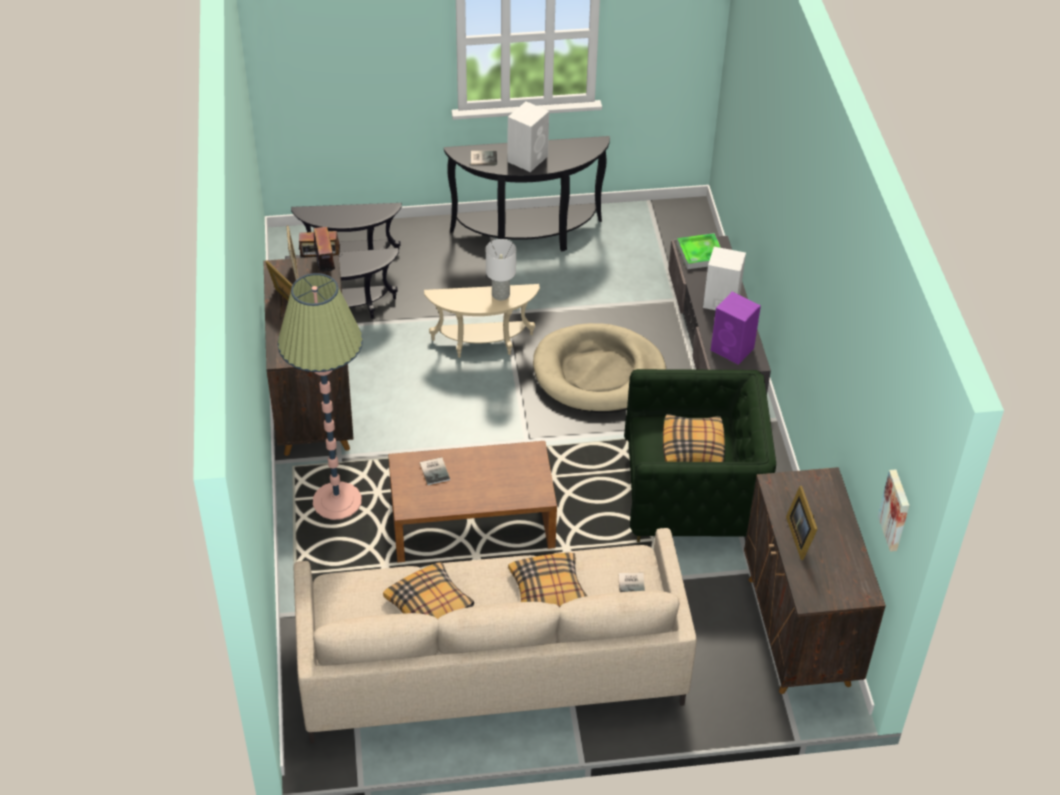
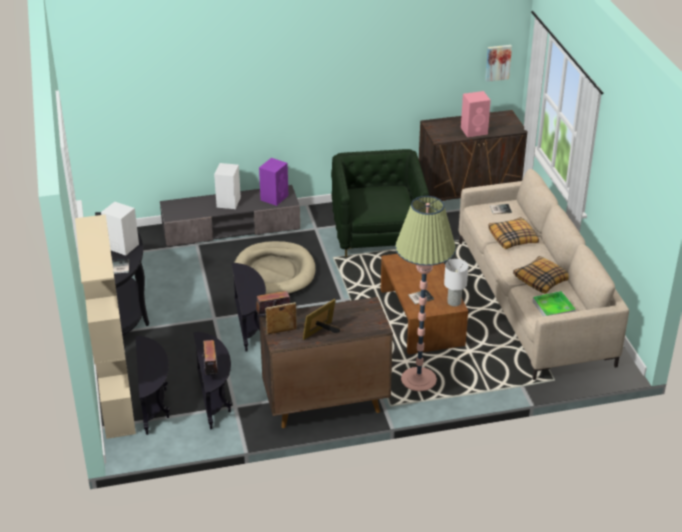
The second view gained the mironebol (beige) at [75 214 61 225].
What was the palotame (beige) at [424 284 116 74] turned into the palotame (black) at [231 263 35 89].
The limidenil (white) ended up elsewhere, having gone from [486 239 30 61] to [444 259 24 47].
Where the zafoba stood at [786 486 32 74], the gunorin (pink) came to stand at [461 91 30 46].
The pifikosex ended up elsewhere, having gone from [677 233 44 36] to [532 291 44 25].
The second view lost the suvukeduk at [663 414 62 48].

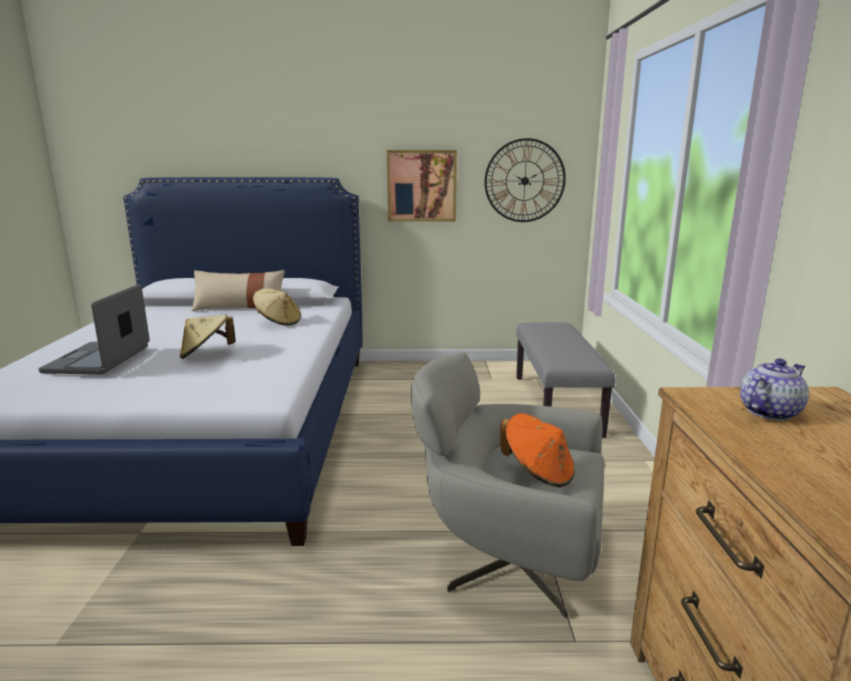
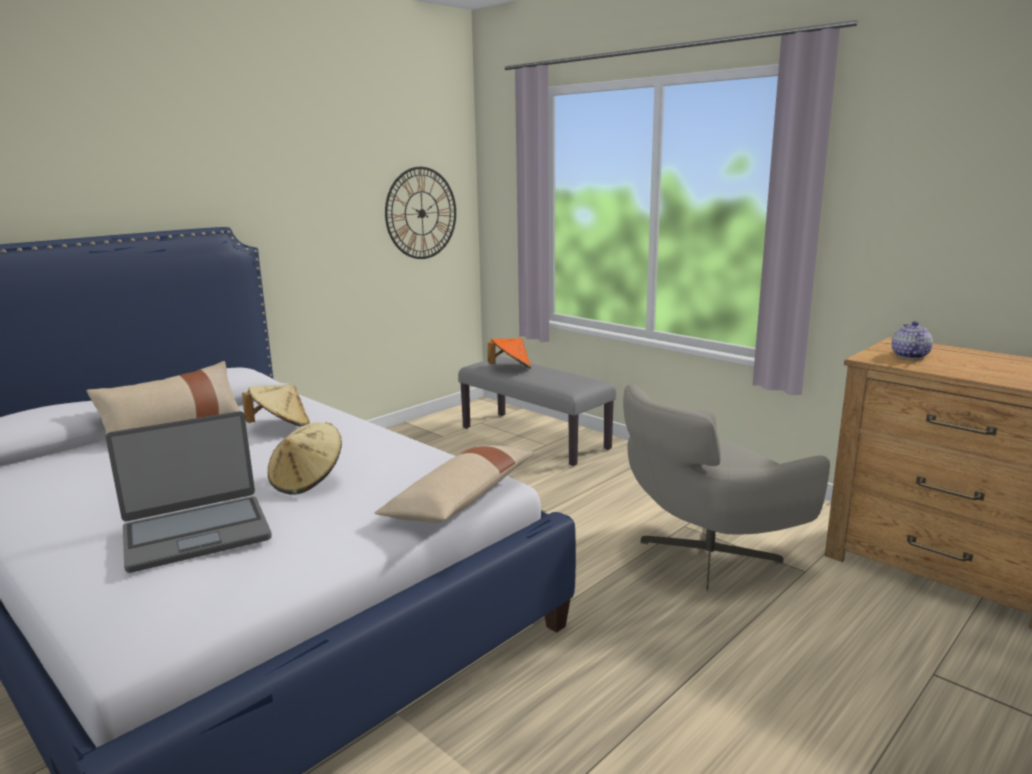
The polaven at [39 284 111 90] ended up facing another way, 75 degrees counterclockwise from before.
The second view gained the suvukeduk (beige) at [375 446 160 77].
The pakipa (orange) ended up elsewhere, having gone from [500 413 75 74] to [488 338 43 31].
The second view lost the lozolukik at [387 150 70 72].

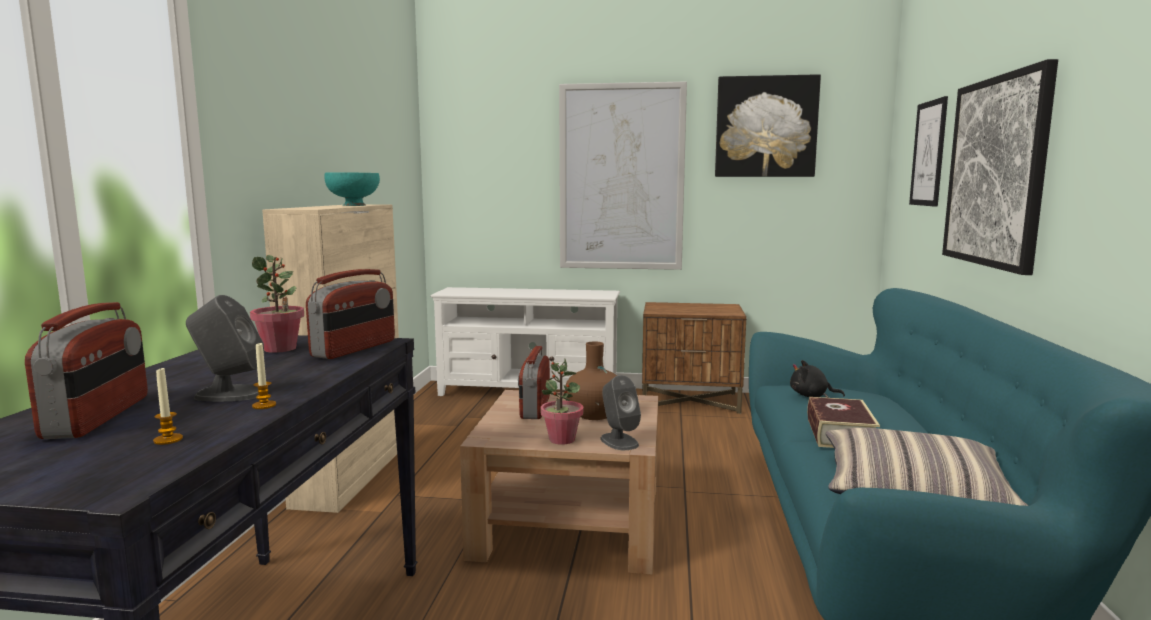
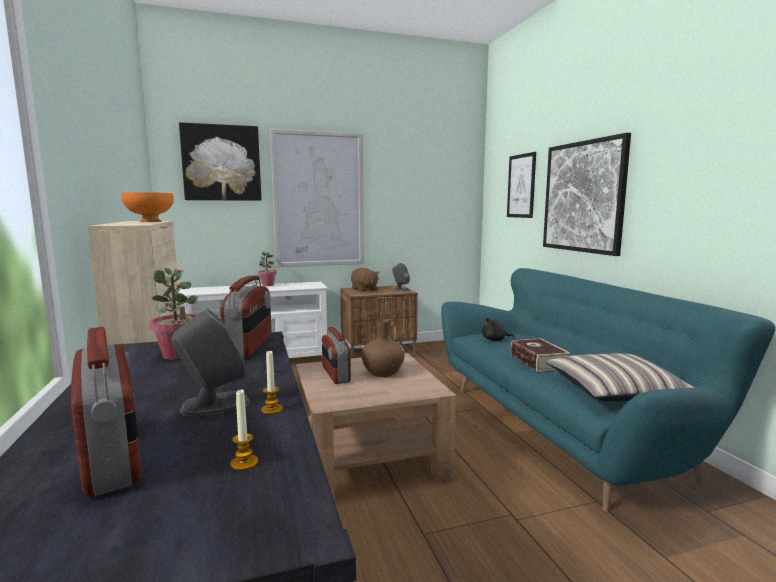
What was the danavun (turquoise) at [324 172 56 34] turned into the danavun (orange) at [121 192 53 30].
The lozolukik ended up elsewhere, having gone from [715 74 106 103] to [179 122 82 79].
The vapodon ended up elsewhere, having gone from [540 359 44 86] to [258 252 19 34].
The second view gained the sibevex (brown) at [351 268 28 24].
The gunorin (grey) ended up elsewhere, having gone from [600 375 41 75] to [392 263 18 29].

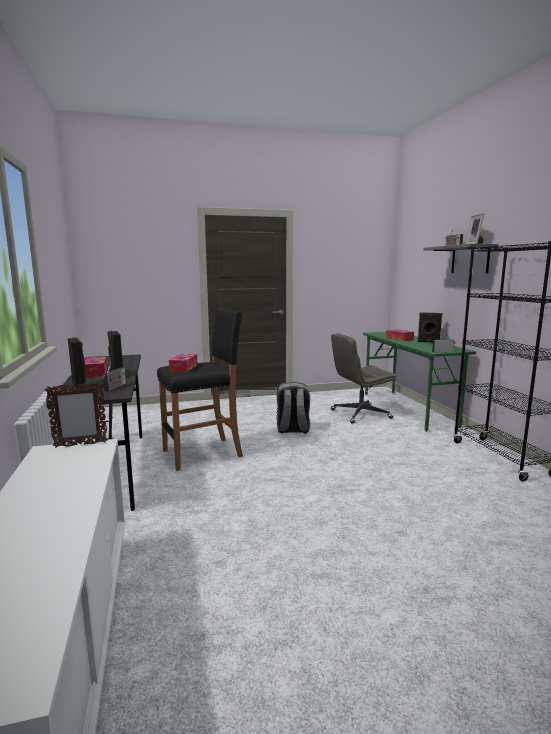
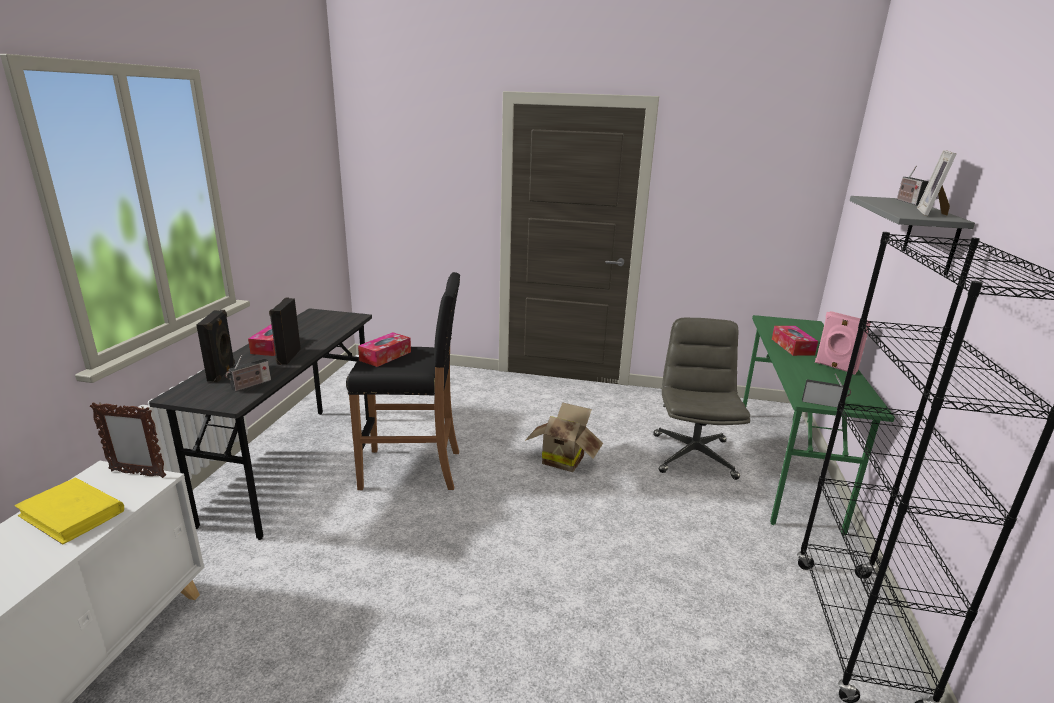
The second view gained the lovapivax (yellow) at [14 478 110 67].
Where the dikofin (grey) stood at [276 381 34 53], the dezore came to stand at [525 402 78 70].
The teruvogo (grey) at [331 333 66 91] ended up facing another way, 90 degrees clockwise from before.
What was the gunorin (black) at [418 312 24 31] turned into the gunorin (pink) at [815 311 56 64].

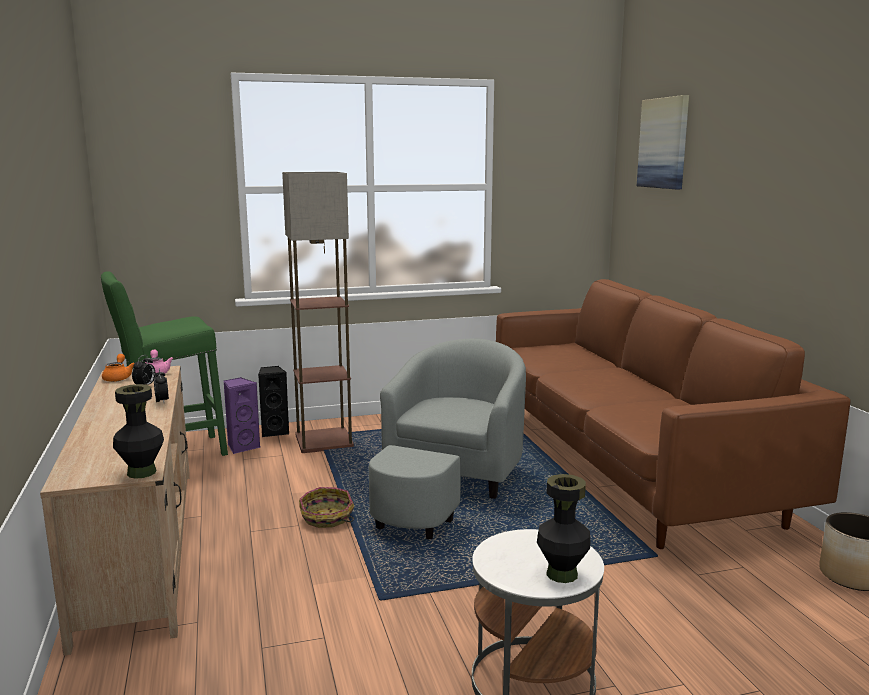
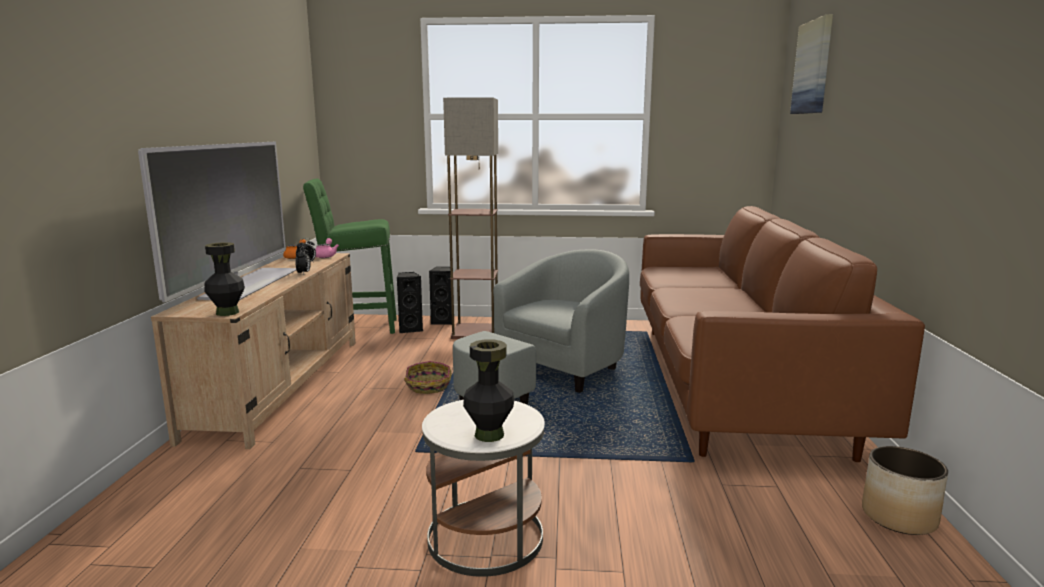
The second view gained the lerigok at [138 142 158 161].
What was the gunorin (purple) at [224 377 36 77] turned into the gunorin (black) at [397 272 26 61].

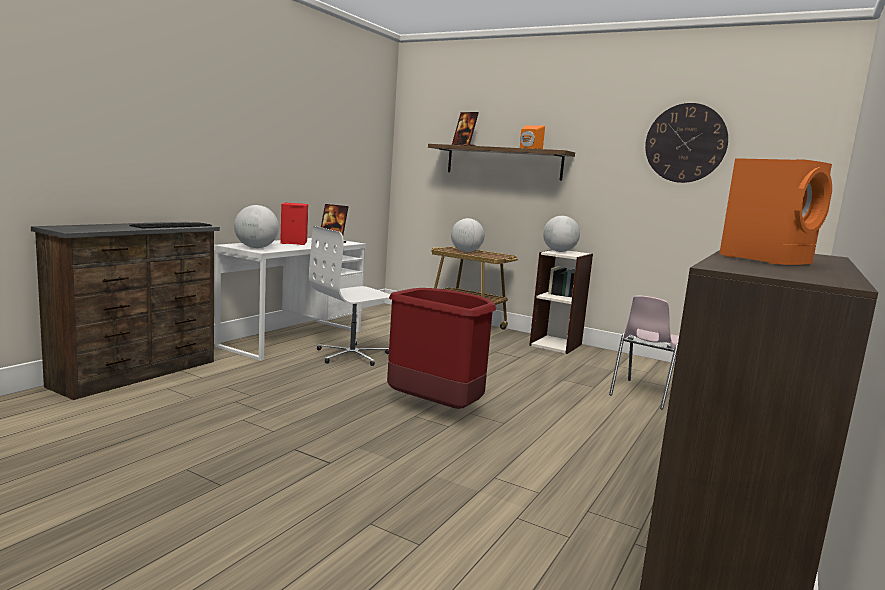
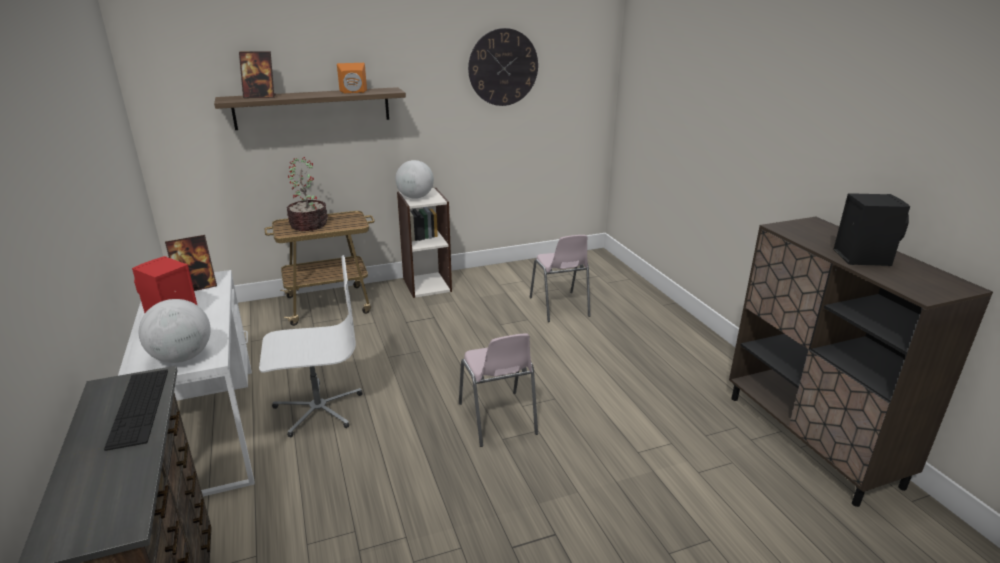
The teruvogo (white) at [309 226 81 140] ended up facing another way, 105 degrees counterclockwise from before.
Where the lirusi stood at [451 218 33 34], the vapodon came to stand at [287 157 41 74].
Where the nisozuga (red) stood at [387 288 109 121], the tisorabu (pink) came to stand at [459 333 79 114].
What was the gunorin (orange) at [719 158 113 107] turned into the gunorin (black) at [833 193 77 73].

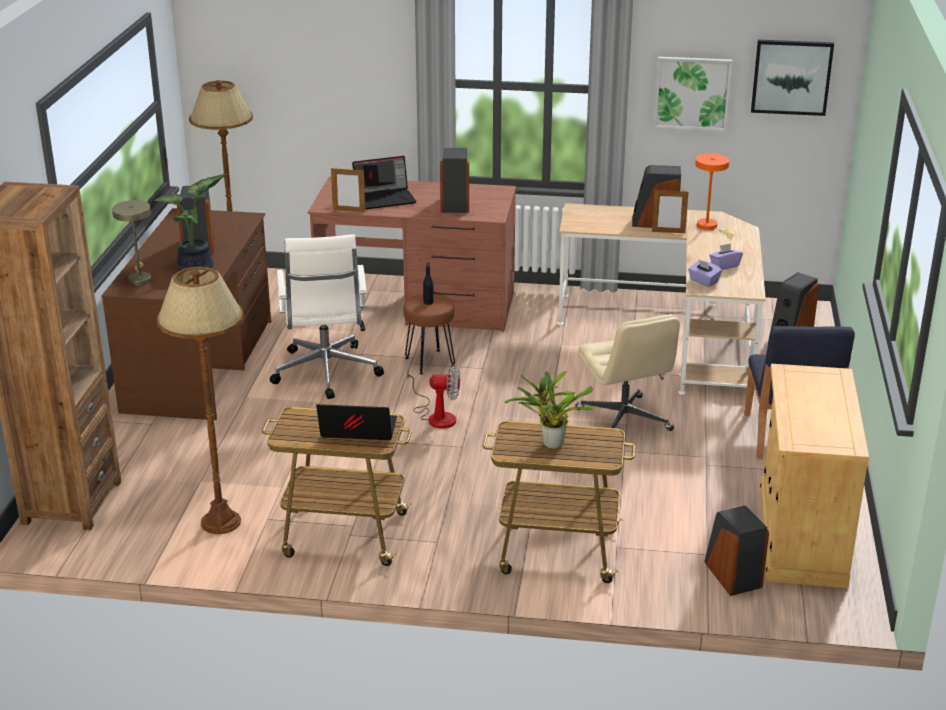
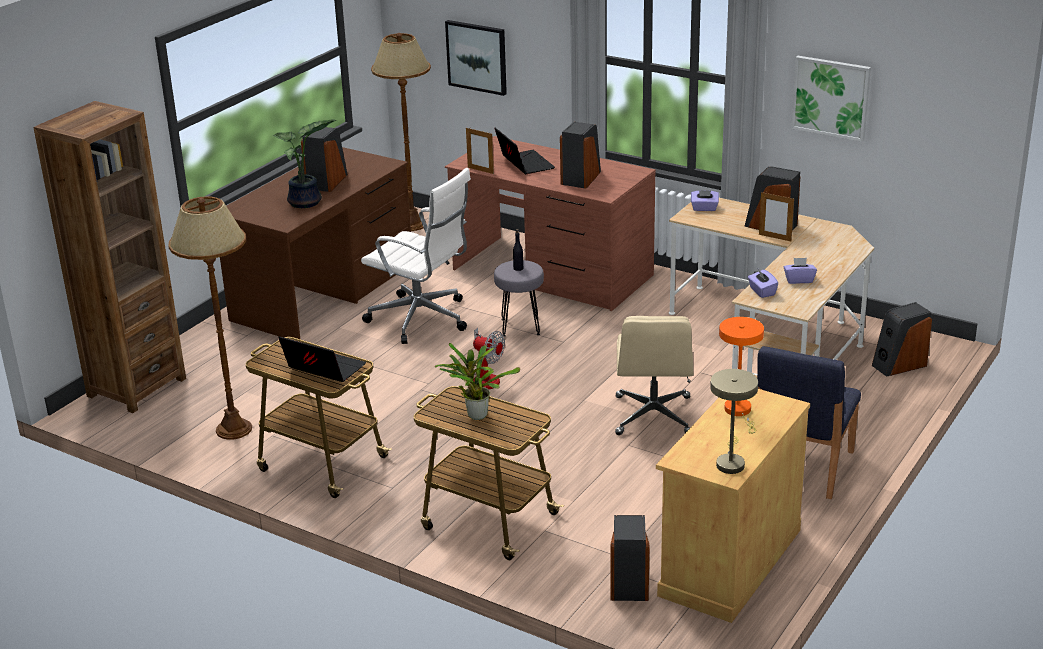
The teruvogo (white) at [270 234 114 165] ended up facing another way, 75 degrees counterclockwise from before.
The lozolukik ended up elsewhere, having gone from [751 40 83 76] to [445 20 62 76].
The polaven at [352 156 65 53] ended up facing another way, 120 degrees counterclockwise from before.
What was the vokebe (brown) at [403 294 52 81] turned into the vokebe (grey) at [494 260 50 77].
The second view gained the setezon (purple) at [691 190 28 21].
The limidenil (beige) ended up elsewhere, having gone from [112 200 40 86] to [710 369 48 105].
The limidenil (orange) ended up elsewhere, having gone from [695 153 39 85] to [719 317 45 117].

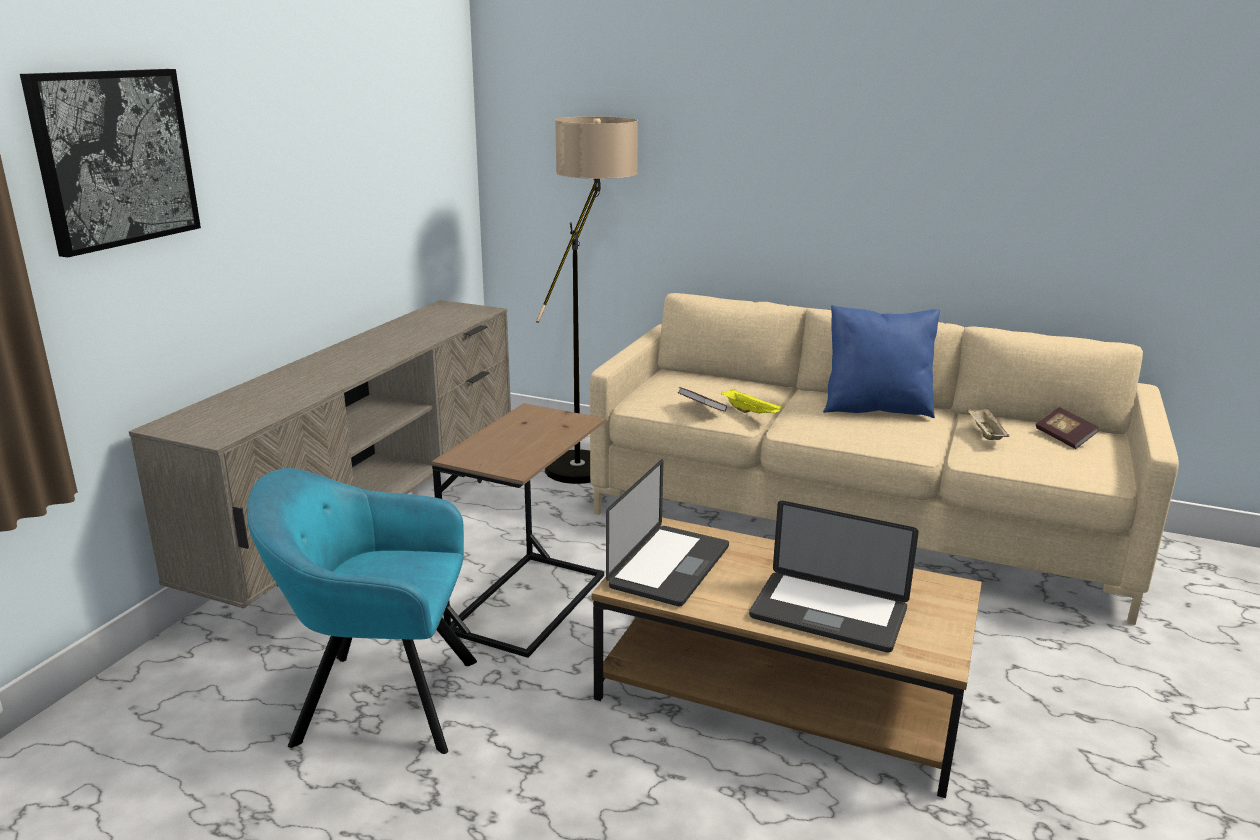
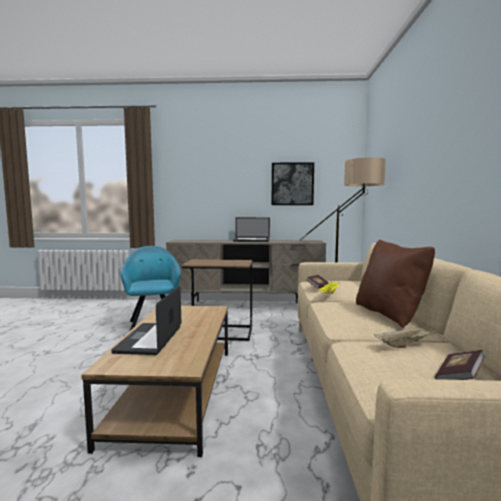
The polaven ended up elsewhere, having gone from [606 459 123 148] to [233 217 37 25].
The lozolukik ended up elsewhere, having gone from [20 69 181 188] to [272 162 42 43].
What was the suvukeduk (blue) at [823 305 117 113] turned into the suvukeduk (brown) at [356 239 79 89].

